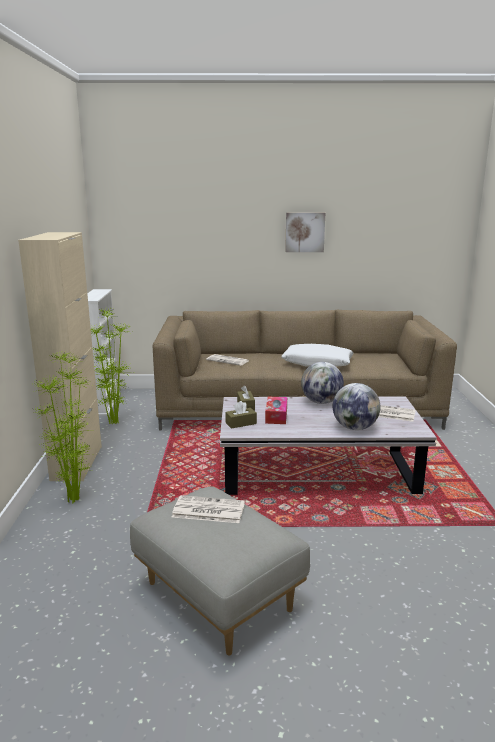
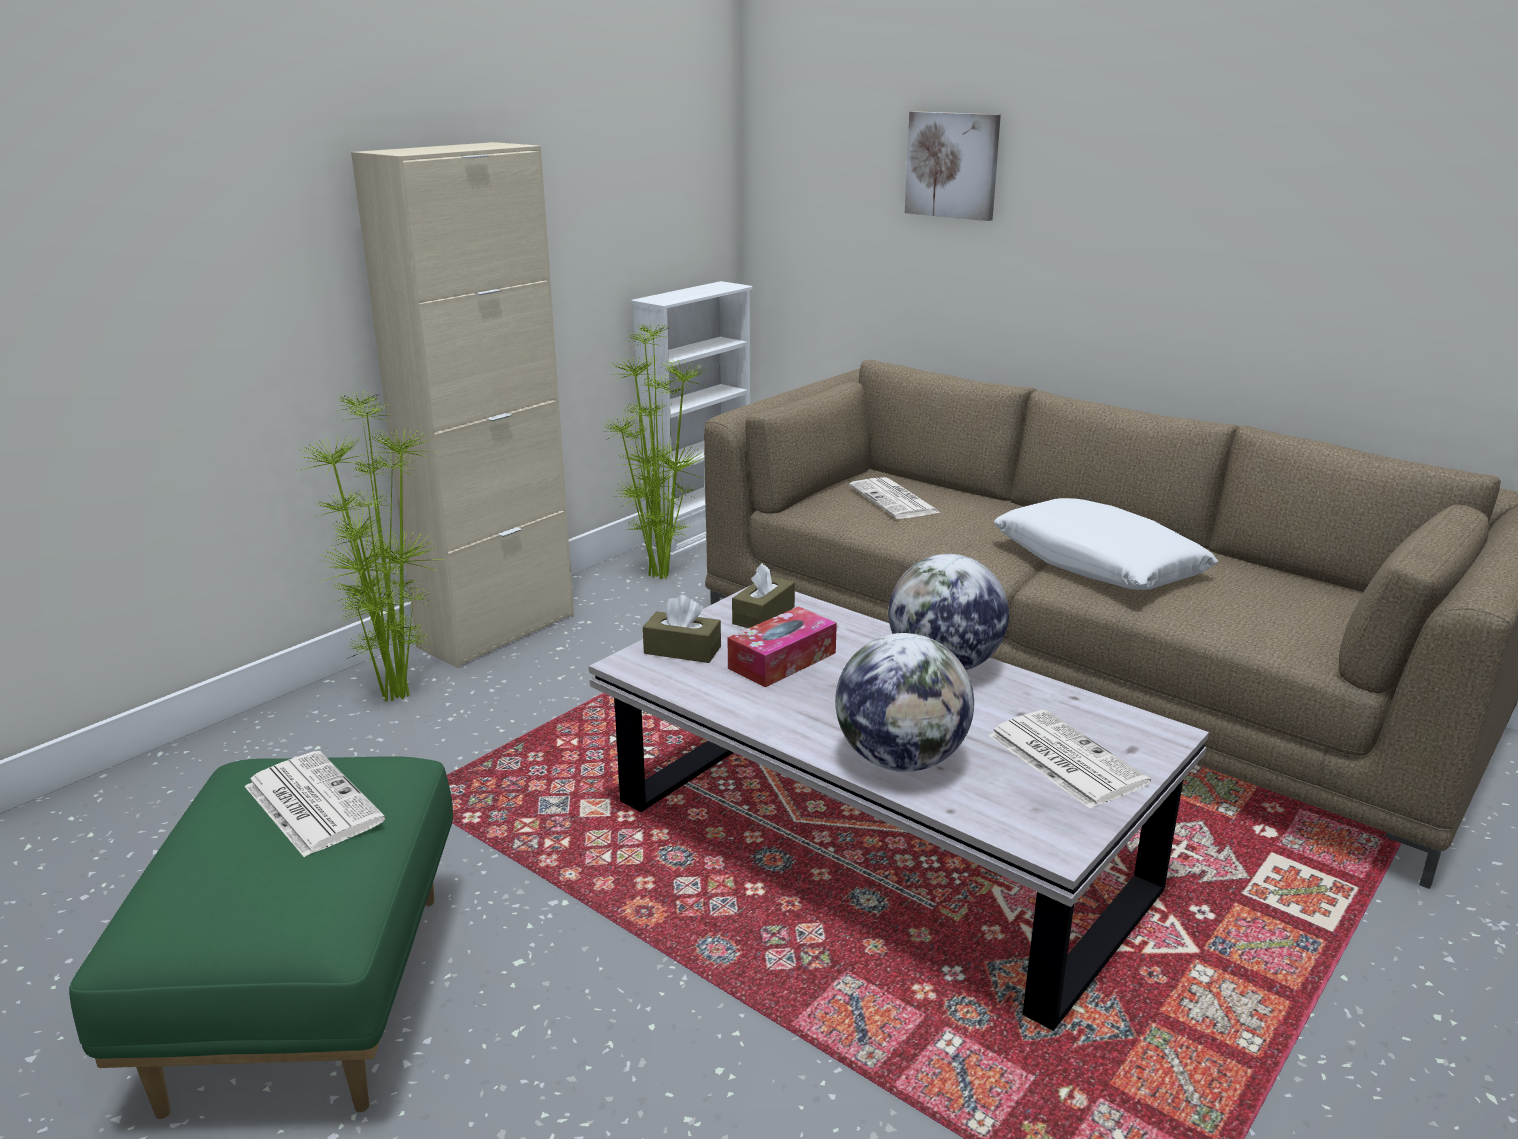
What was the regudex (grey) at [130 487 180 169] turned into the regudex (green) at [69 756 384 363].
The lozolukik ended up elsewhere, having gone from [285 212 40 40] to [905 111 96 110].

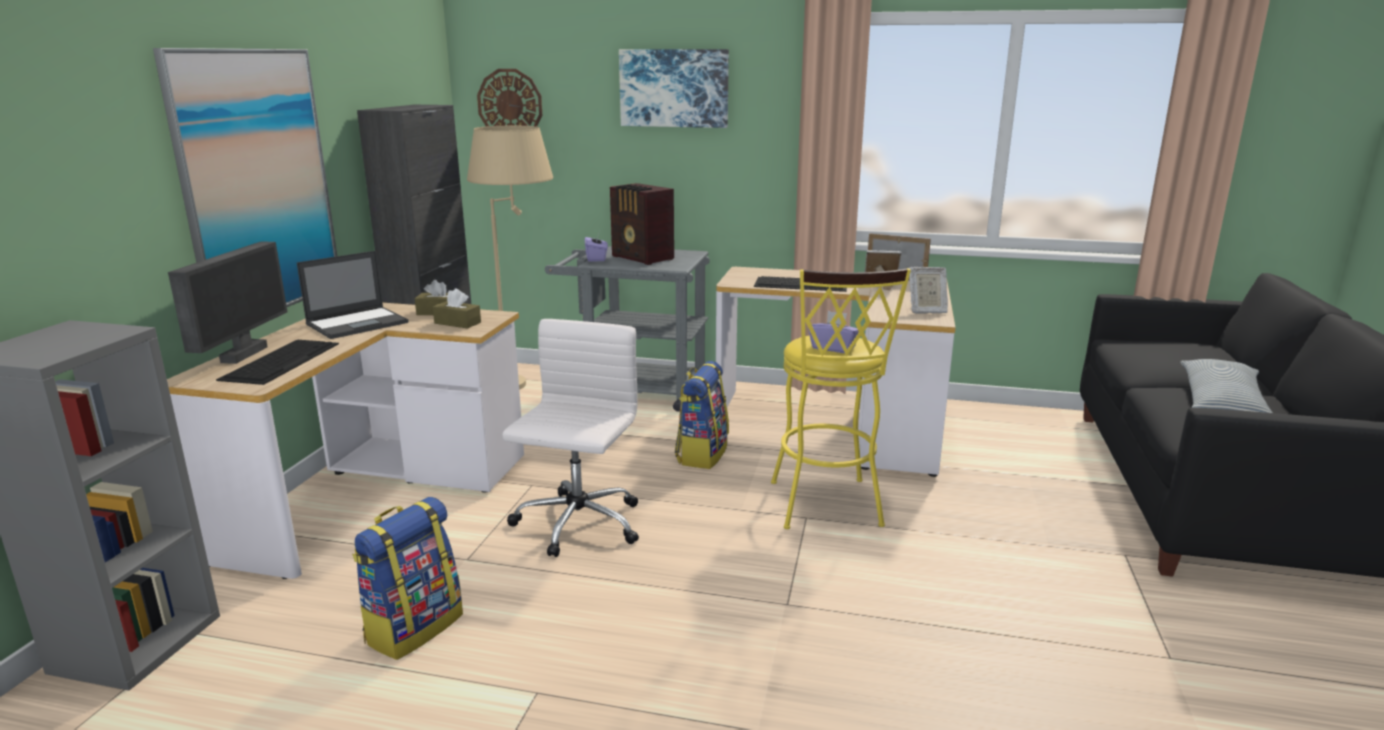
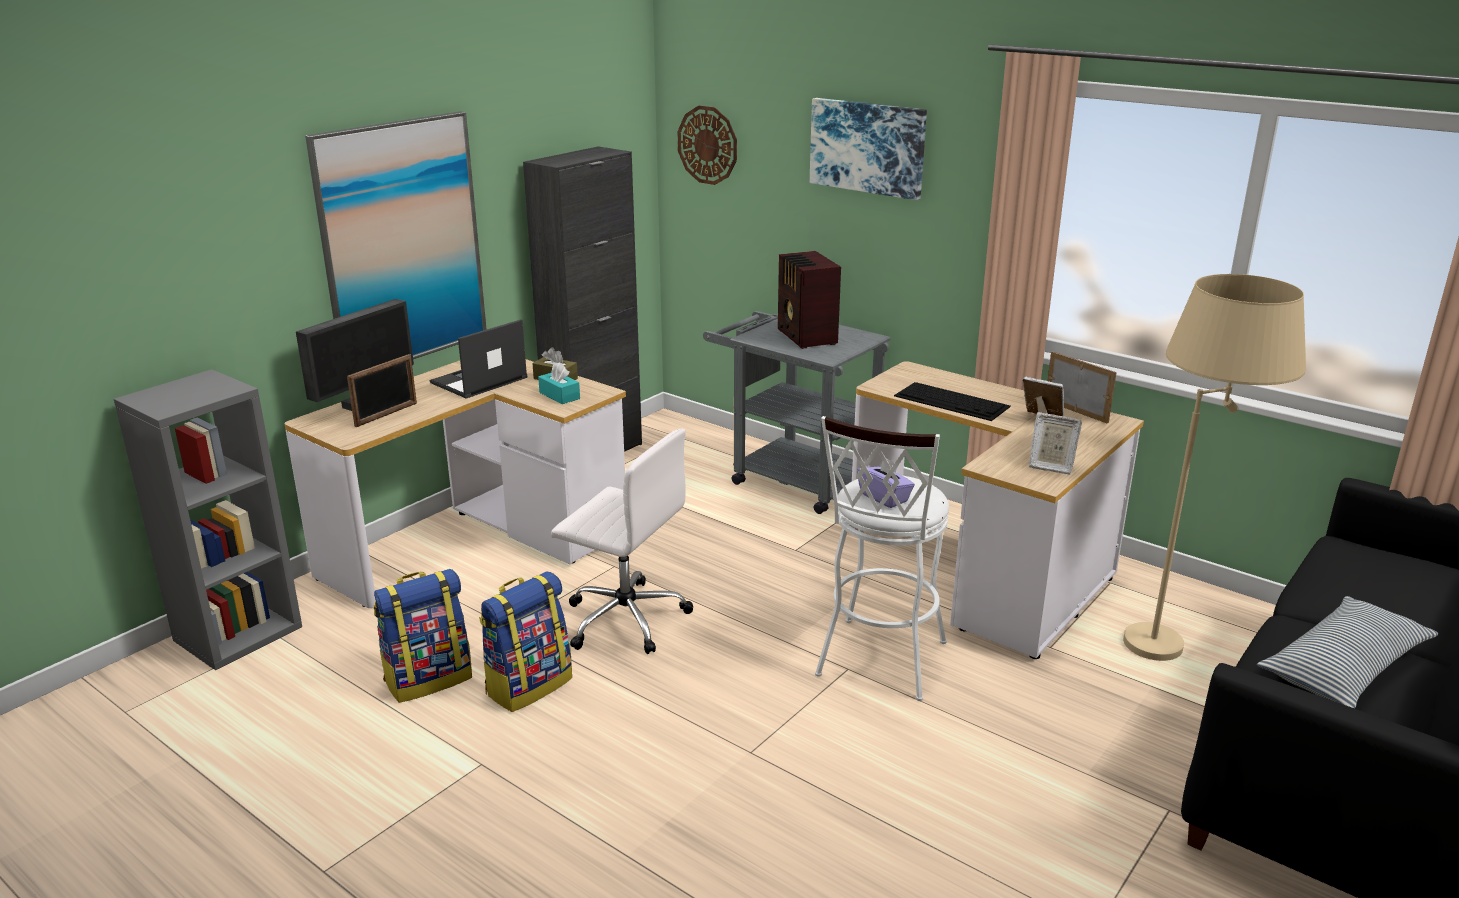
Where the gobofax stood at [216 340 123 45], the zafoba came to stand at [347 354 70 73].
The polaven at [296 251 112 88] ended up facing another way, 150 degrees clockwise from before.
The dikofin ended up elsewhere, having gone from [675 361 54 108] to [479 571 93 141].
What was the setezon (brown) at [433 288 48 40] turned into the setezon (turquoise) at [538 362 42 42].
The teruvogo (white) at [502 319 137 238] ended up facing another way, 75 degrees clockwise from before.
What was the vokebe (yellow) at [771 268 140 261] turned into the vokebe (white) at [815 416 134 285].
The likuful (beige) ended up elsewhere, having gone from [467 126 86 264] to [1123 274 183 387].
The second view lost the setezon (purple) at [585 234 23 28].

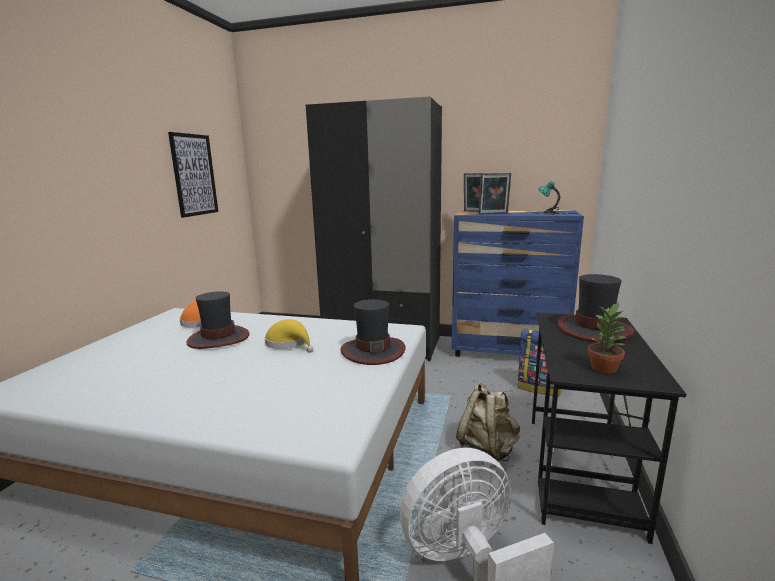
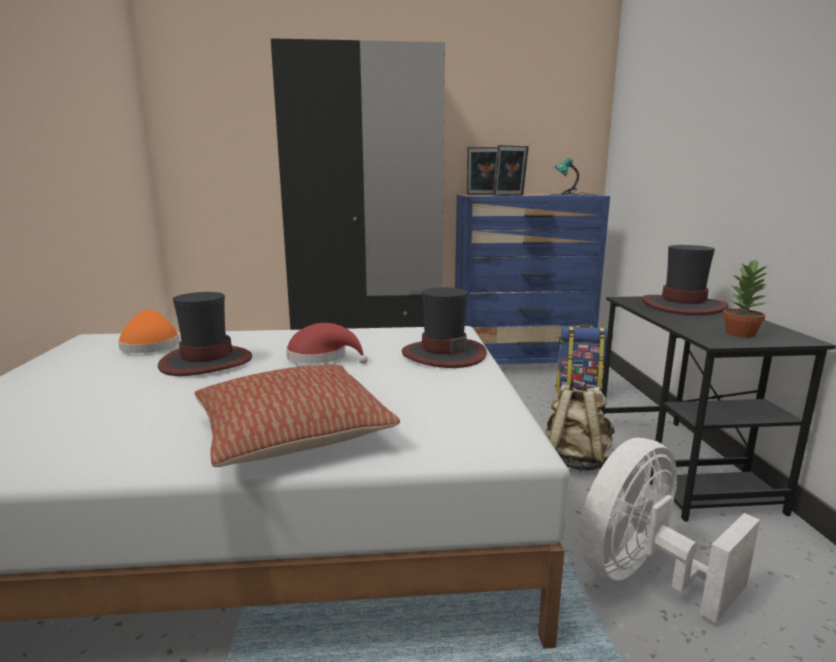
The second view gained the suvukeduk at [194 365 206 102].
What was the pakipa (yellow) at [265 319 48 34] turned into the pakipa (red) at [286 323 82 41].
The second view lost the lozolukik at [168 132 50 86].

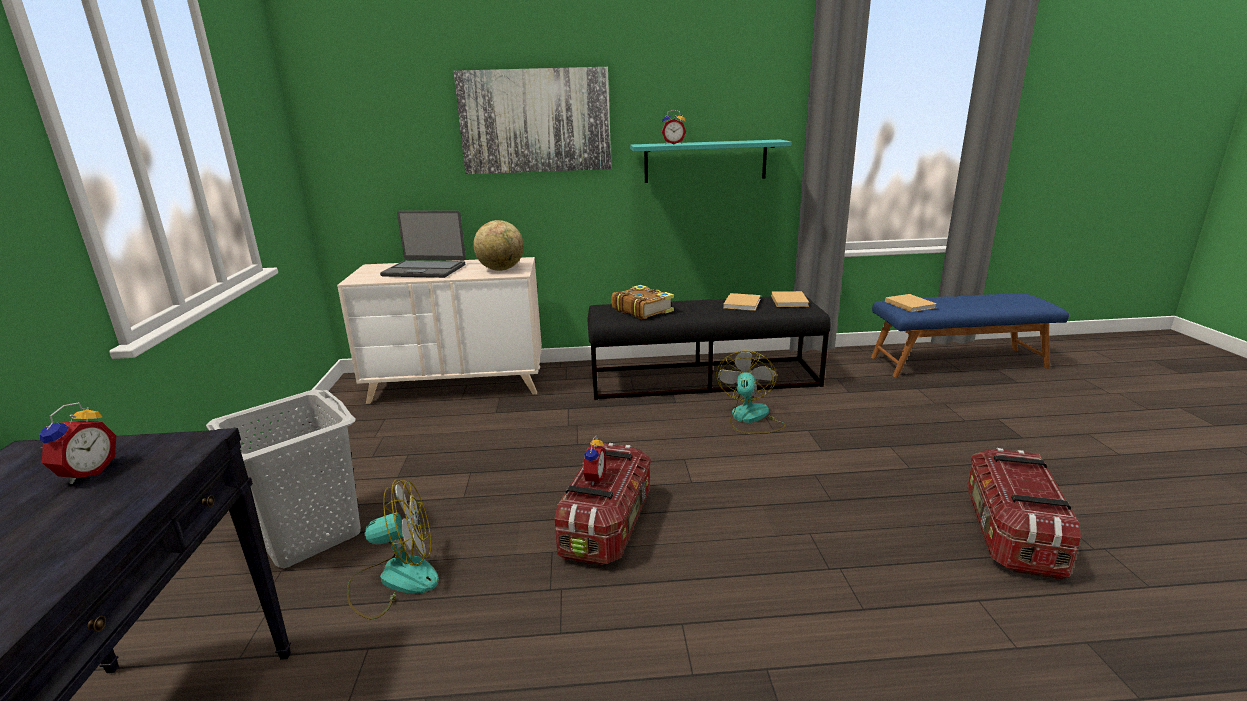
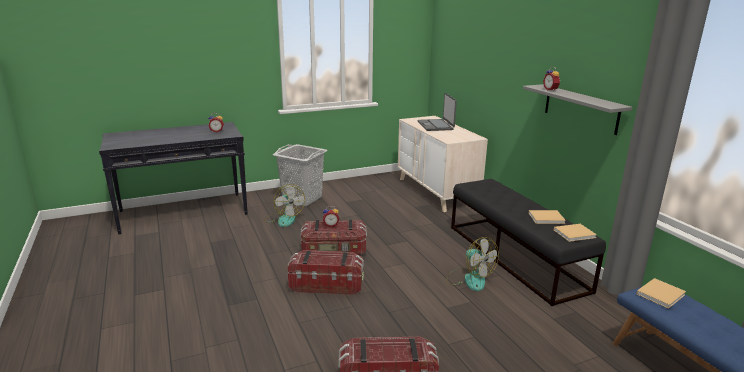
The second view gained the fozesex at [288 250 76 45].
The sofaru at [716 351 70 83] ended up facing another way, 60 degrees clockwise from before.
What was the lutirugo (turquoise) at [630 140 161 43] turned into the lutirugo (grey) at [523 84 110 51].
The second view lost the lozolukik at [454 67 157 107].
The second view lost the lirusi at [473 220 51 51].
The second view lost the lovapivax at [612 285 62 34].

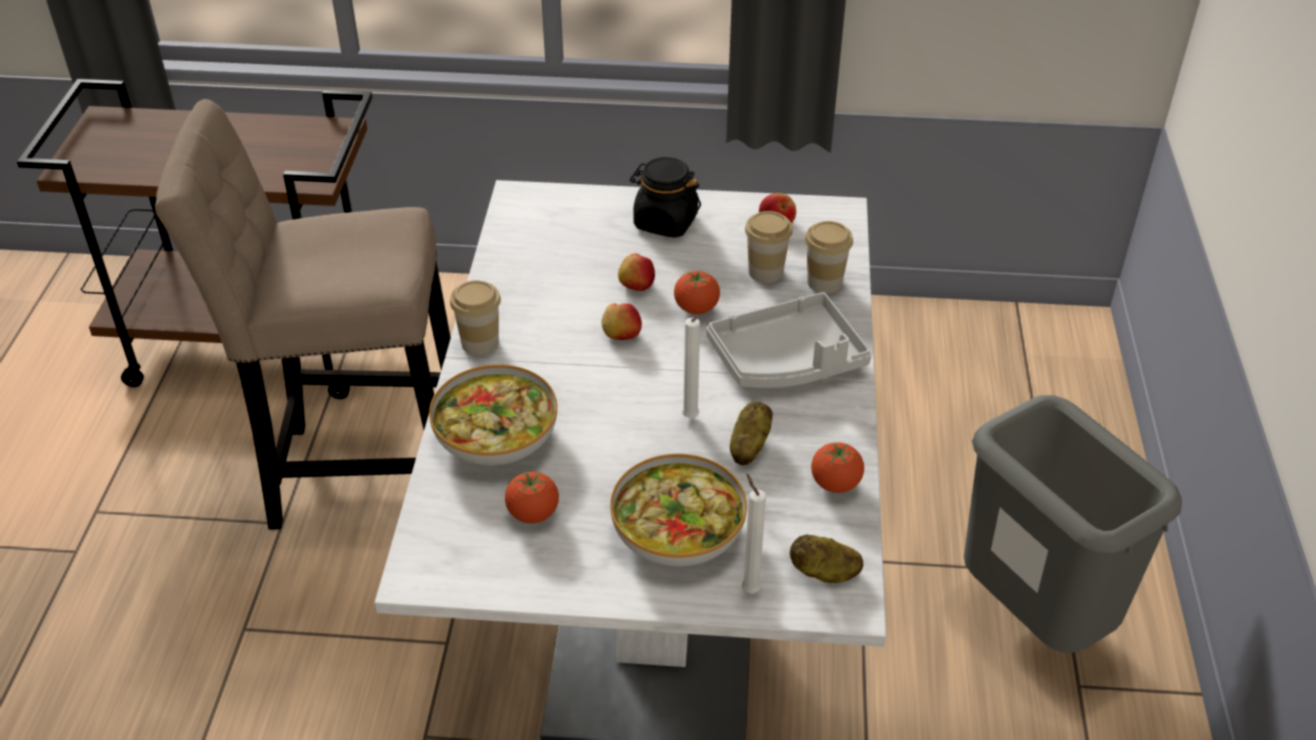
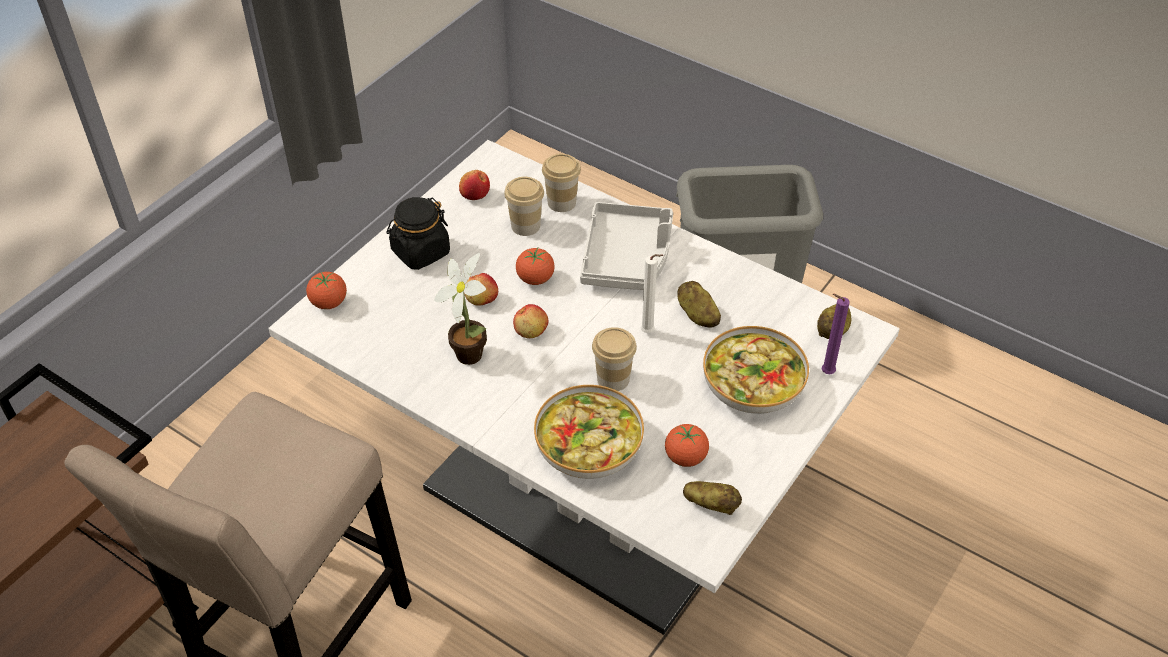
The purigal ended up elsewhere, having gone from [811 442 53 51] to [306 272 41 37].
The second view gained the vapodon at [434 253 53 112].
The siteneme ended up elsewhere, having gone from [450 280 51 76] to [592 327 45 64].
The second view gained the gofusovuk at [683 481 59 34].
What was the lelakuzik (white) at [742 474 24 119] turned into the lelakuzik (purple) at [822 294 28 80].

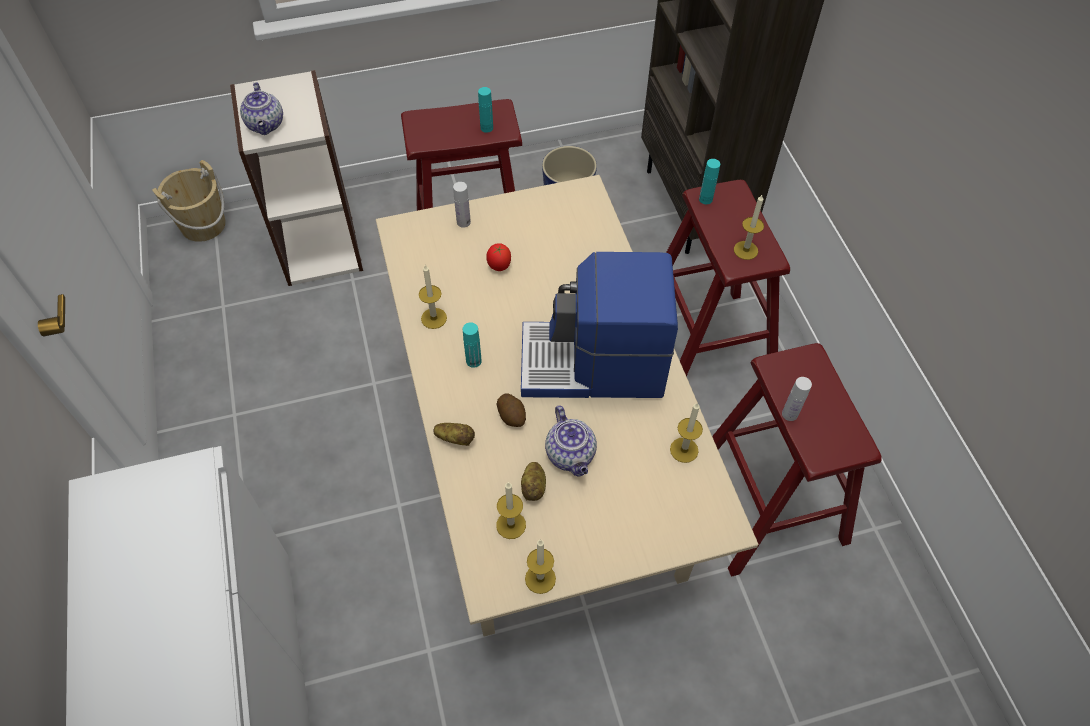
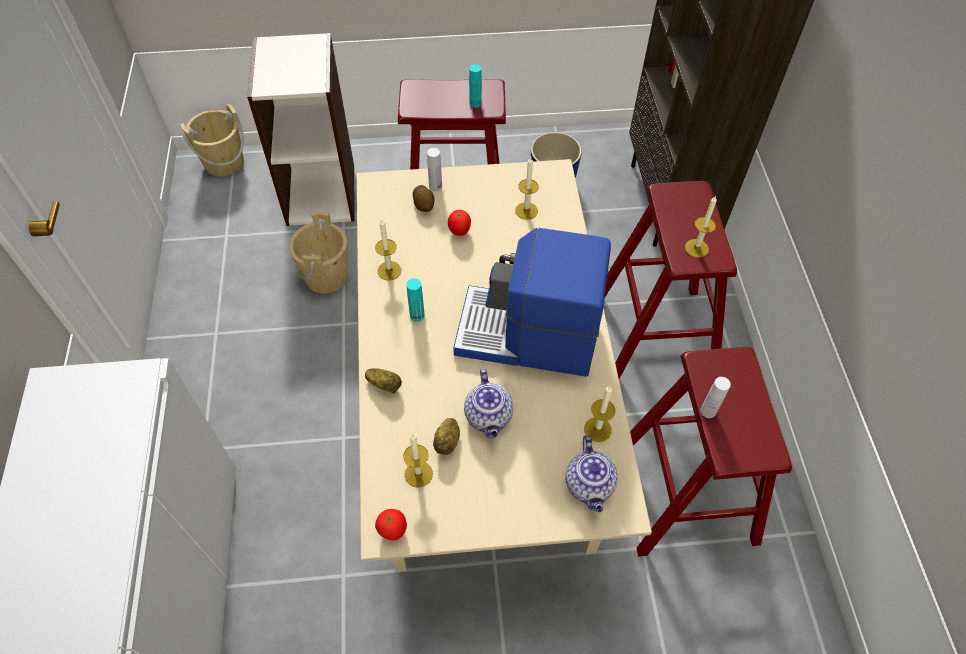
The second view gained the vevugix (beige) at [289 212 59 81].
The second view gained the purigal at [375 509 32 31].
The gofusovuk ended up elsewhere, having gone from [497 393 29 34] to [413 185 21 27].
The lelakuzik ended up elsewhere, having gone from [525 539 31 55] to [515 157 24 63].
The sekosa ended up elsewhere, having gone from [240 82 43 53] to [565 435 53 78].
The second view lost the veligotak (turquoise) at [699 159 21 45].

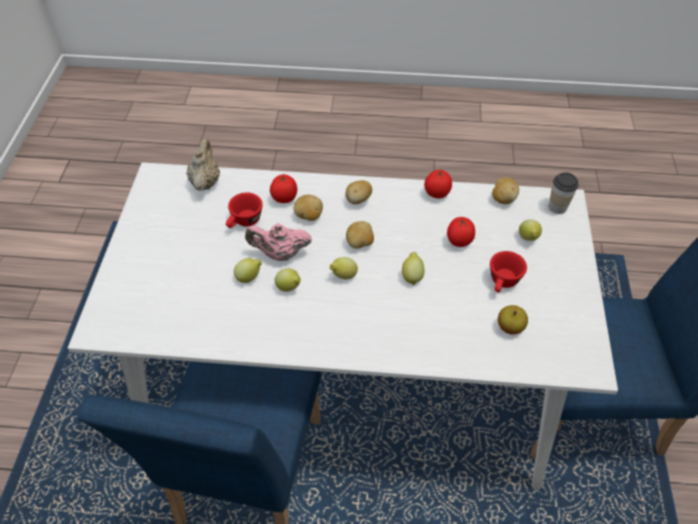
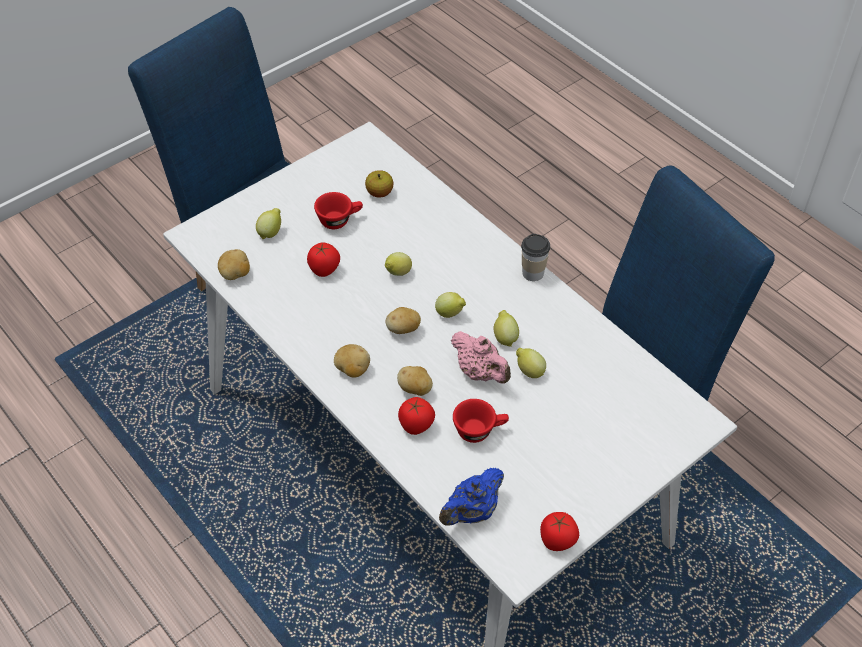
What was the sekosa (beige) at [186 138 34 53] turned into the sekosa (blue) at [439 468 65 58].
The siteneme ended up elsewhere, having gone from [549 172 30 42] to [521 234 29 47].
The purigal ended up elsewhere, having gone from [424 170 28 28] to [540 512 39 39].

